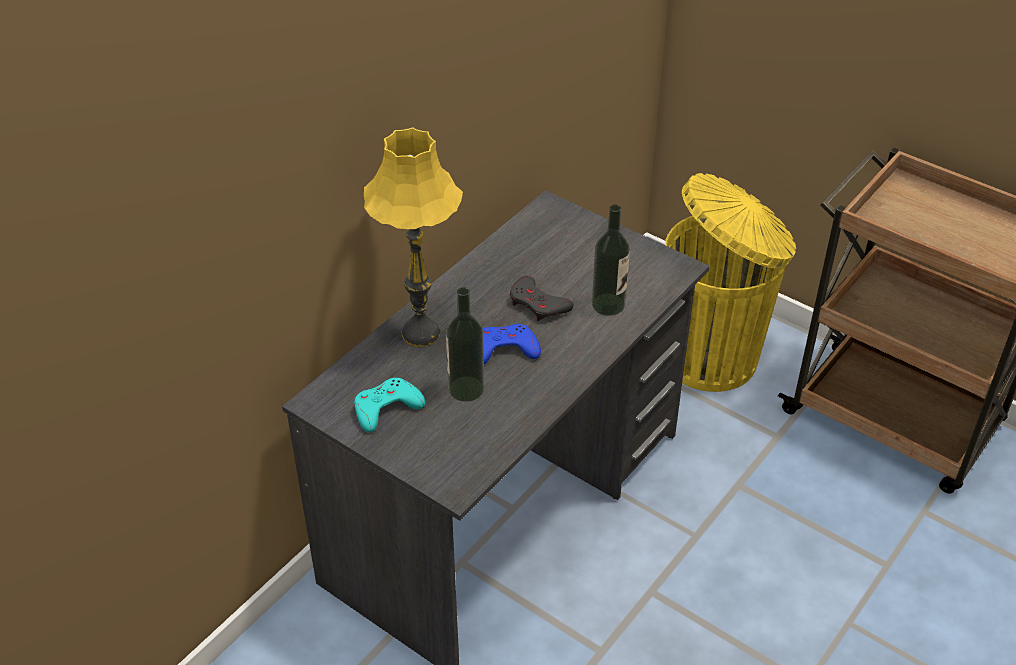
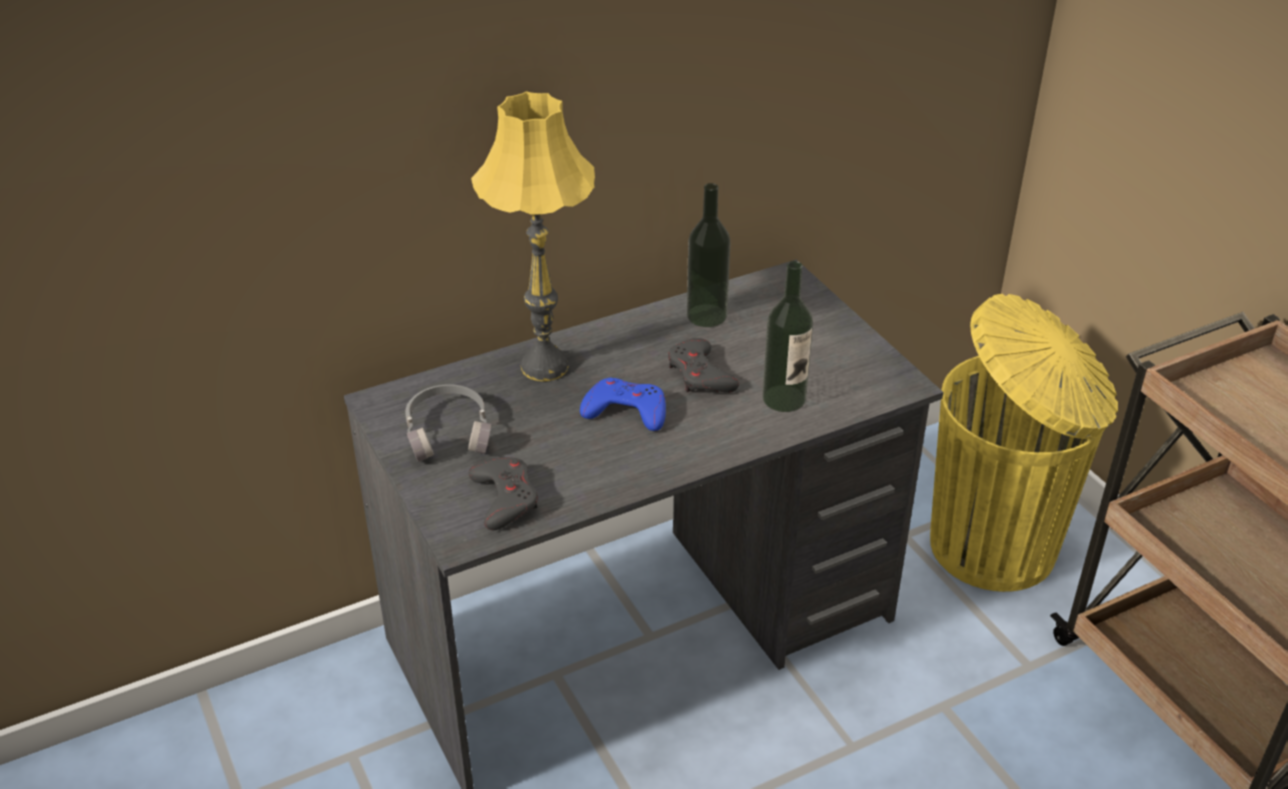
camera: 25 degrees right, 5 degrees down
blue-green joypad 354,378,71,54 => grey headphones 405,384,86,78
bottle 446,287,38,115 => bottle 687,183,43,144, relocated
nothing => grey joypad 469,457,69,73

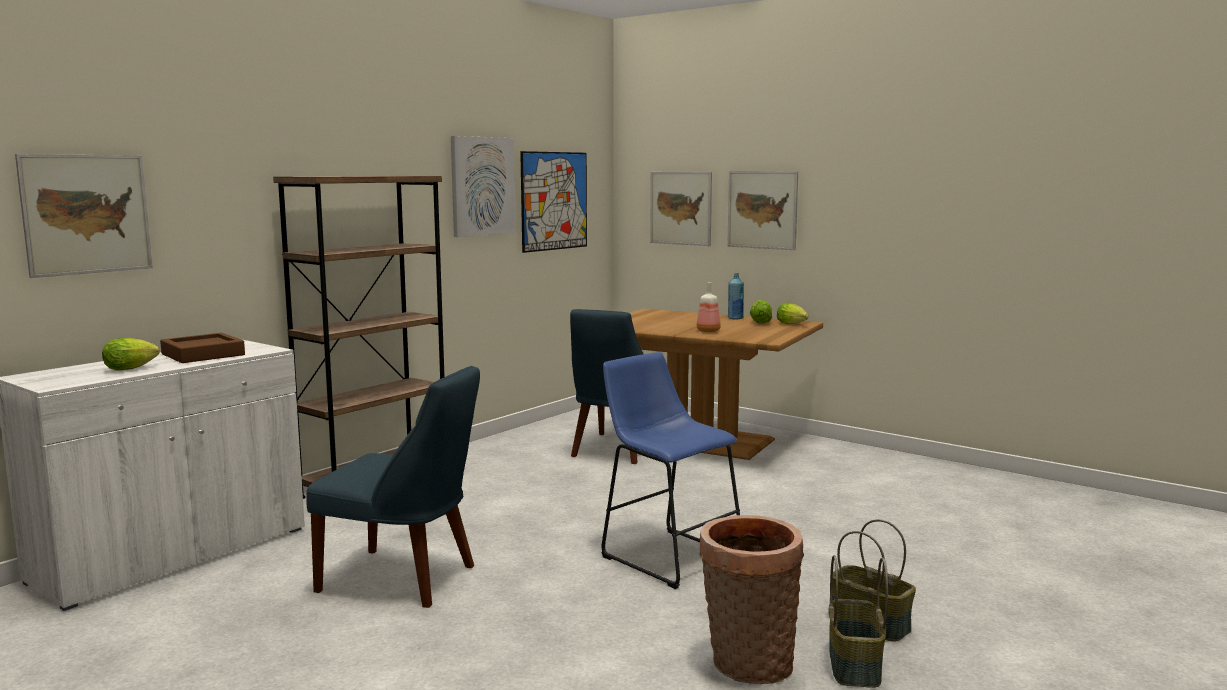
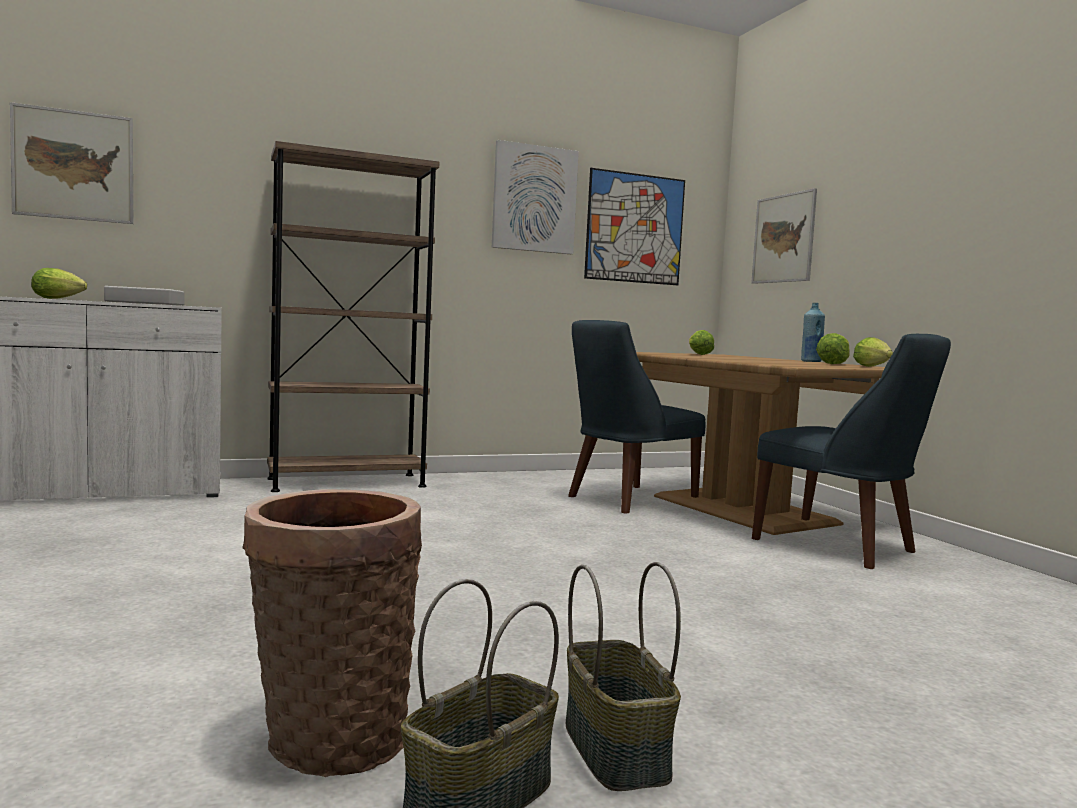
camera: 30 degrees right, 5 degrees down
brown-coloured carrying tray 160,333,85,30 => grey carrying tray 104,286,80,19
bluish chair 306,366,174,242 => bluish chair 752,334,199,235, relocated
bluish sitting stool 602,352,138,237 => nothing
bottle 697,282,24,50 => nothing
wall art 727,171,71,79 => nothing
nothing => head of lettuce 689,330,25,25

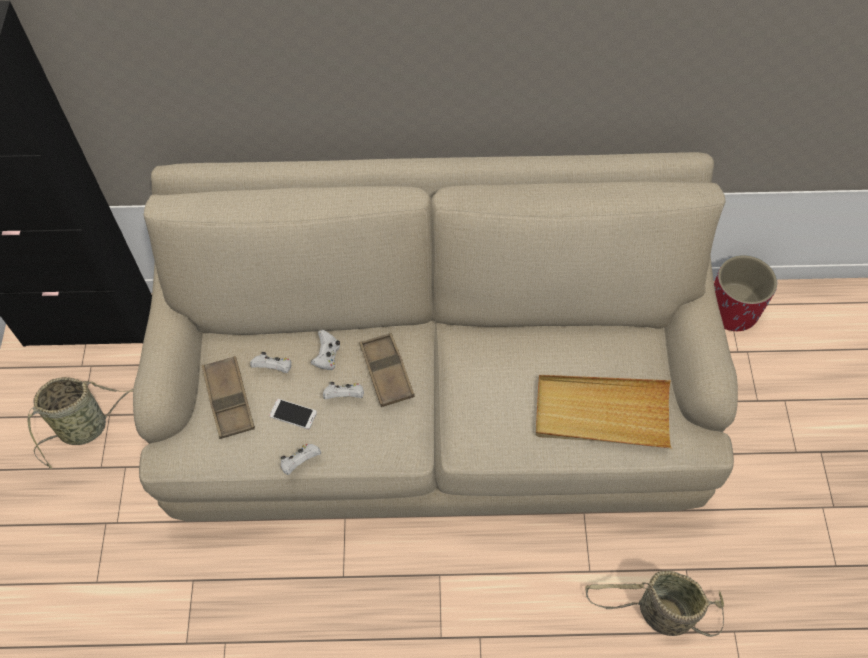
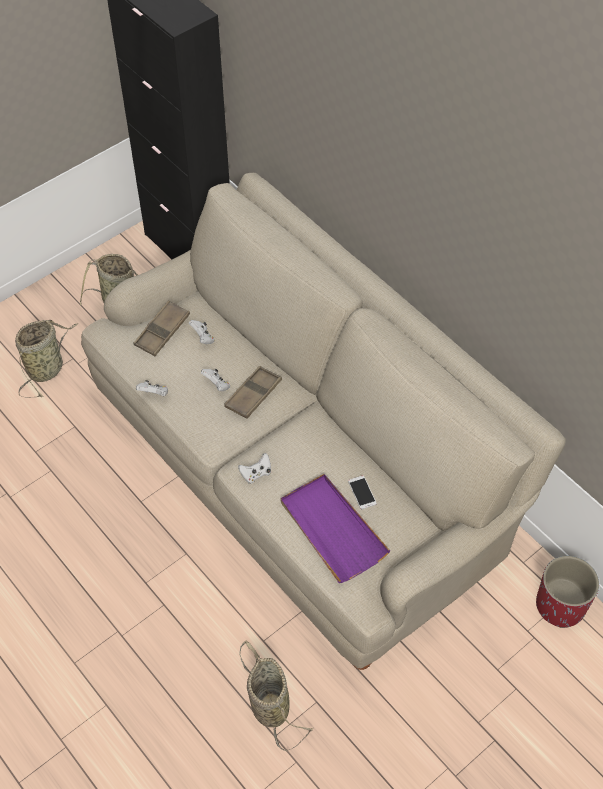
camera: 50 degrees right, 5 degrees down
handset 269,399,48,30 => handset 348,475,29,34, relocated
white-coloured joypad 311,330,29,40 => white-coloured joypad 238,453,33,31, relocated
sand-coloured carrying tray 536,375,136,74 => purplish carrying tray 281,474,109,109
nothing => basket 15,320,63,78

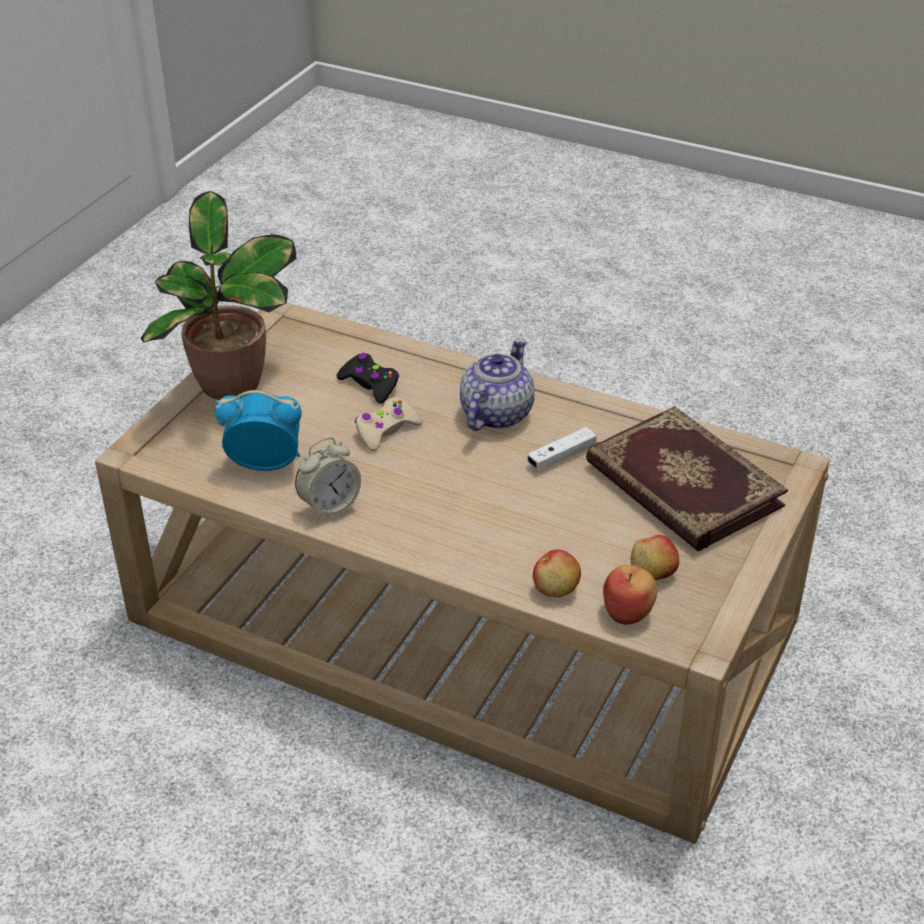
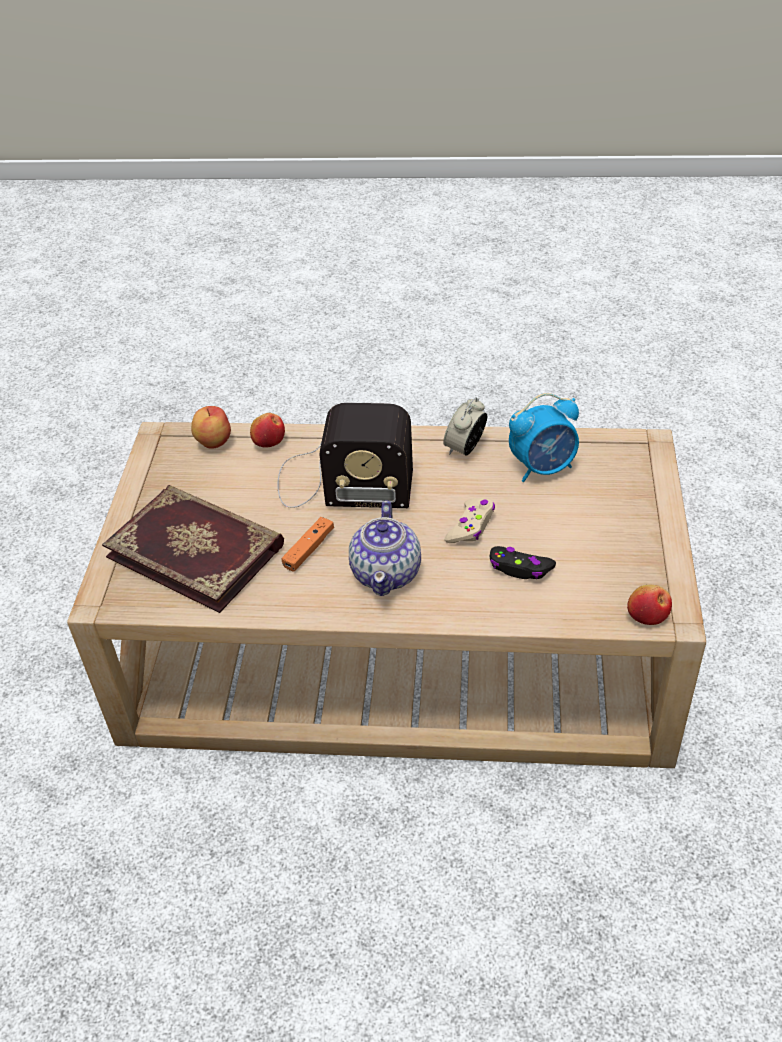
camera: 160 degrees right, 5 degrees up
potted plant 141,191,155,209 => nothing
white-coloured joypad 527,427,70,42 => orange-coloured joypad 281,517,53,55
whole apple 631,535,48,45 => whole apple 627,585,45,40, relocated
nothing => radio 278,403,135,105

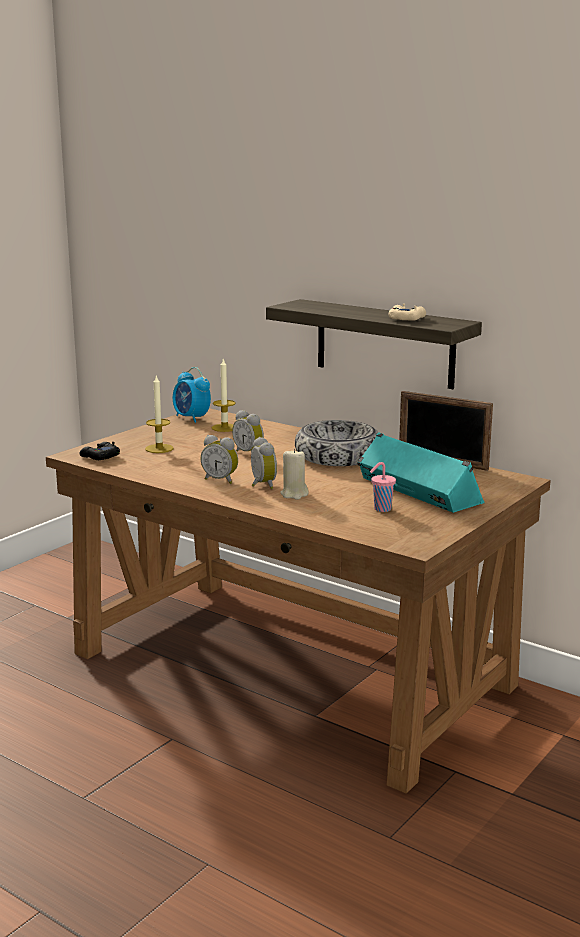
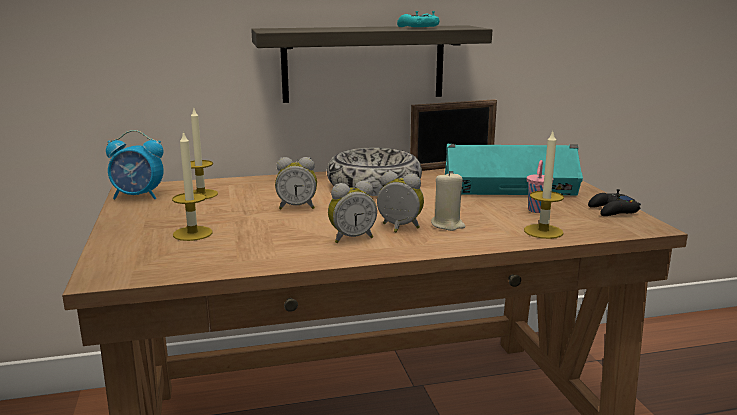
camera: 50 degrees left, 0 degrees up
blackish joypad 80,442,40,18 => blackish joypad 588,189,53,27, relocated
sand-coloured joypad 389,304,37,17 => blue-green joypad 397,11,42,16
nothing => wax light 524,132,40,107

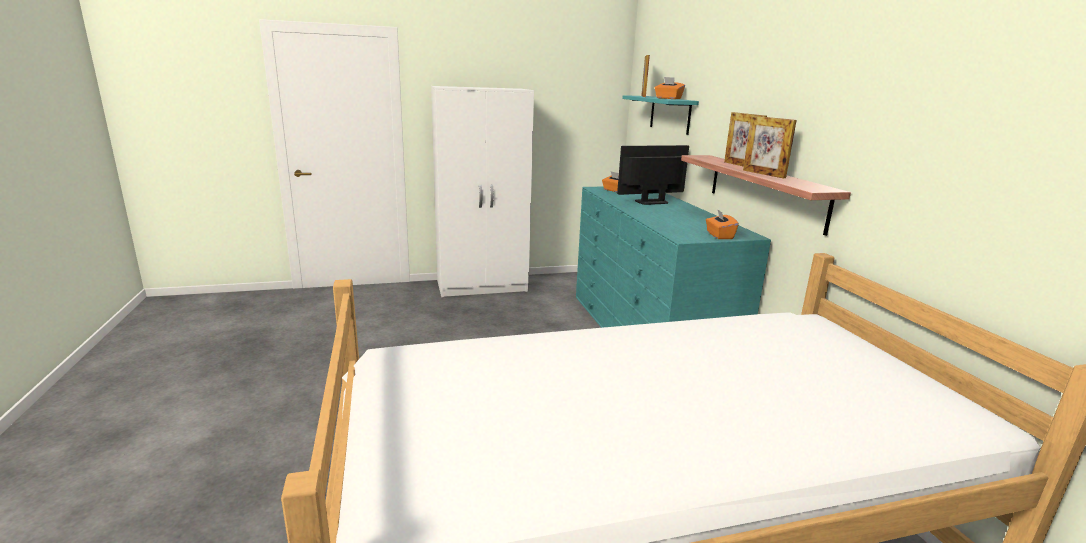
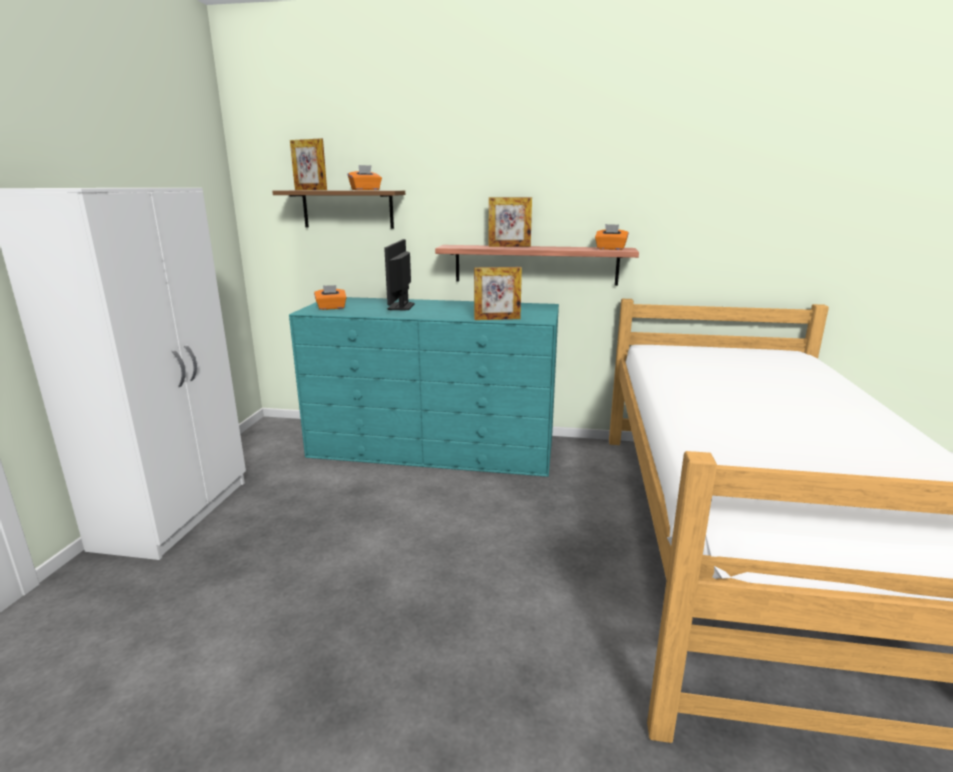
camera: 65 degrees left, 0 degrees up
blue-green shelf 622,95,77,40 => brown-coloured shelf 272,190,133,39
orange-coloured tissue holder 706,210,33,29 => orange-coloured tissue holder 595,224,34,26, relocated
picture frame 743,116,54,62 => picture frame 474,267,48,53, relocated

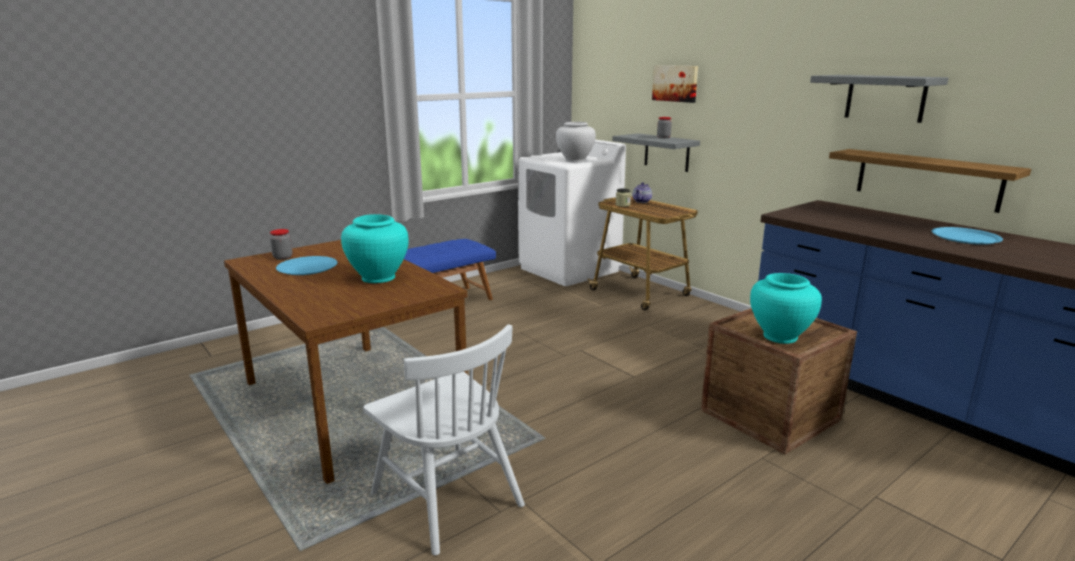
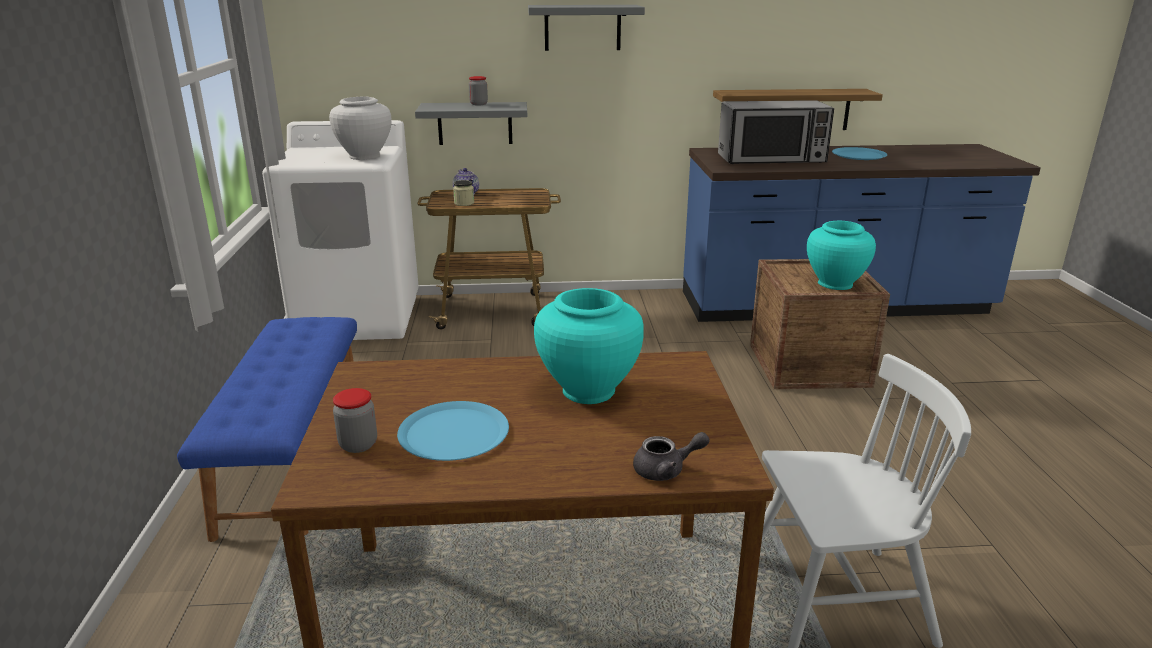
camera: 55 degrees left, 5 degrees up
wall art 652,65,46,38 => nothing
grey shelf 810,75,138,48 => grey shelf 528,5,117,46, relocated
nothing => grey teapot 633,432,76,49
nothing => microwave oven 718,100,116,64

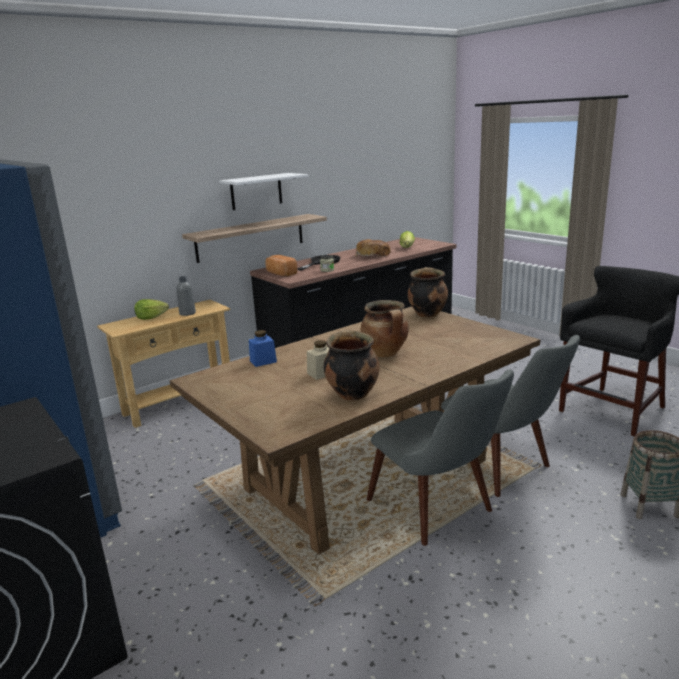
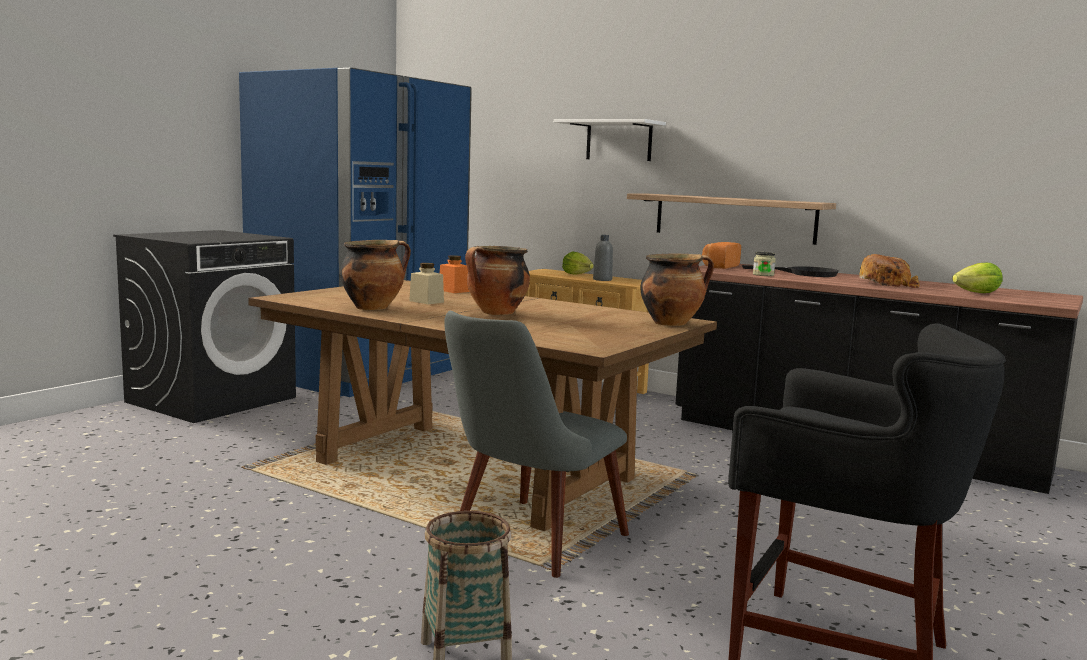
camera: 70 degrees right, 10 degrees down
white-coloured shelf 219,173,89,37 => white-coloured shelf 553,119,113,42, relocated
bluish preserve jar 249,330,28,37 => orange-coloured preserve jar 440,255,30,38
grey chair 366,369,148,177 => nothing

